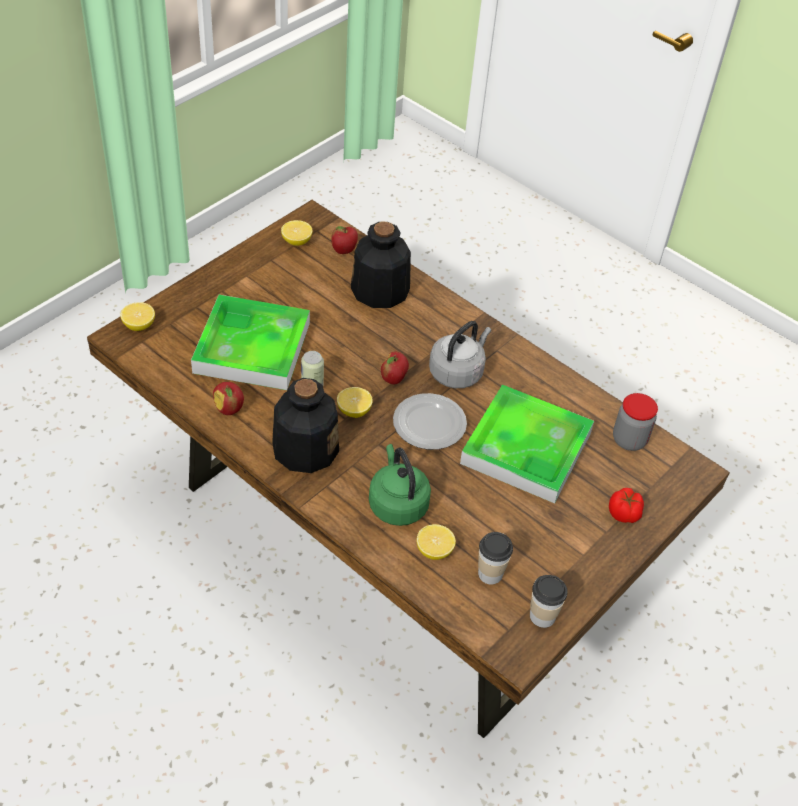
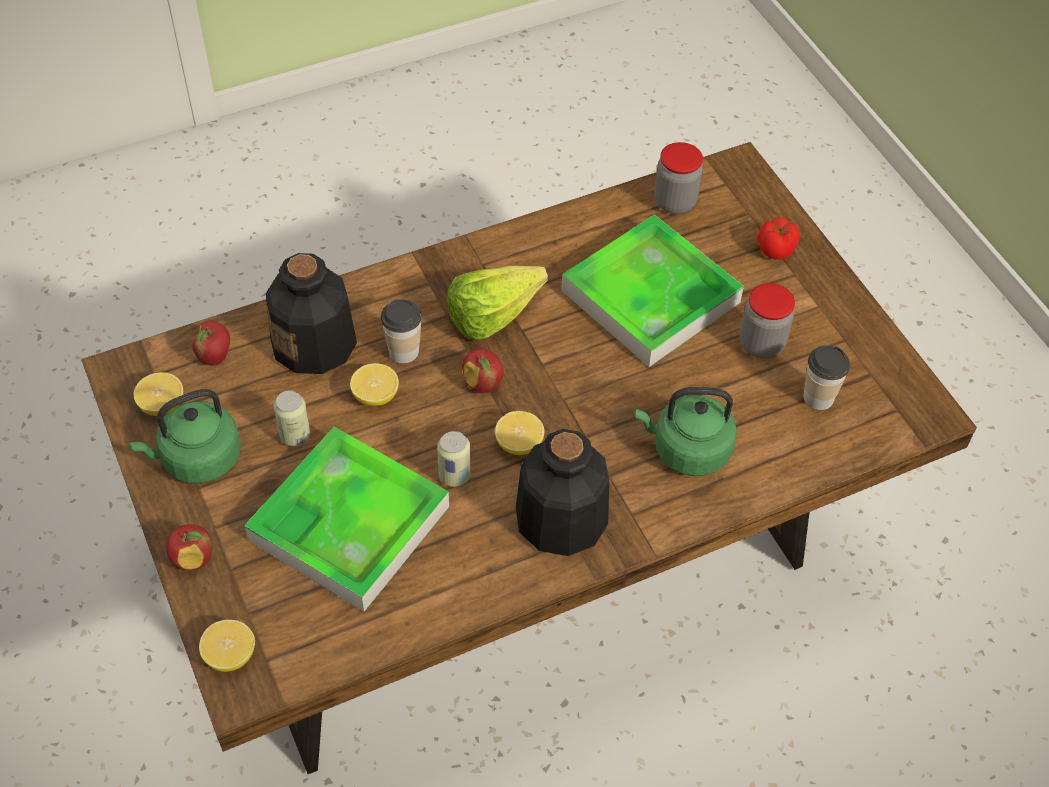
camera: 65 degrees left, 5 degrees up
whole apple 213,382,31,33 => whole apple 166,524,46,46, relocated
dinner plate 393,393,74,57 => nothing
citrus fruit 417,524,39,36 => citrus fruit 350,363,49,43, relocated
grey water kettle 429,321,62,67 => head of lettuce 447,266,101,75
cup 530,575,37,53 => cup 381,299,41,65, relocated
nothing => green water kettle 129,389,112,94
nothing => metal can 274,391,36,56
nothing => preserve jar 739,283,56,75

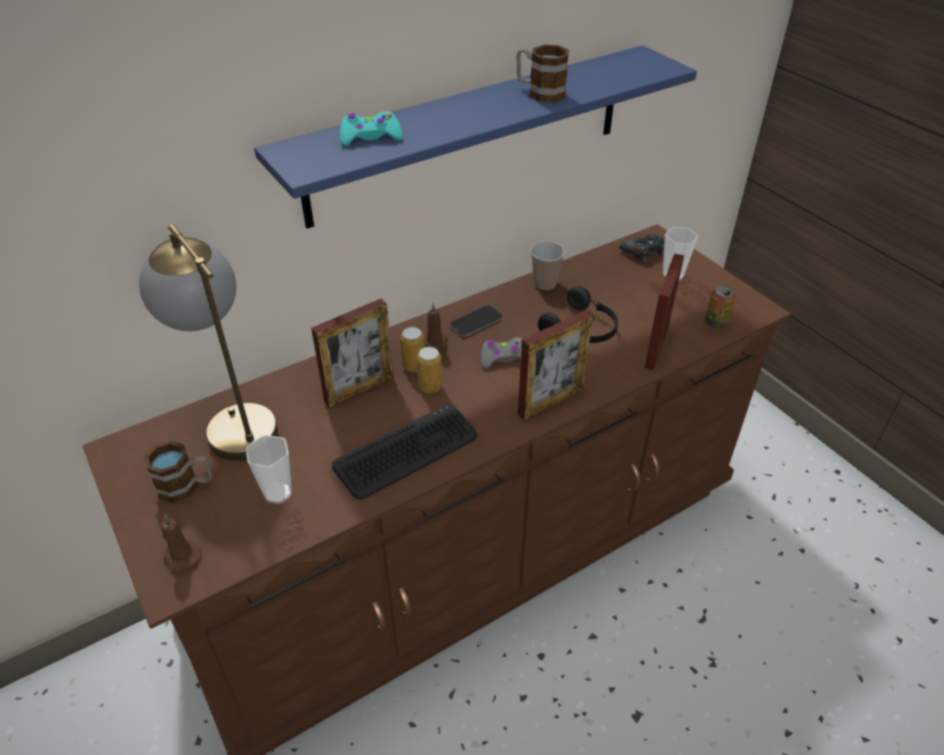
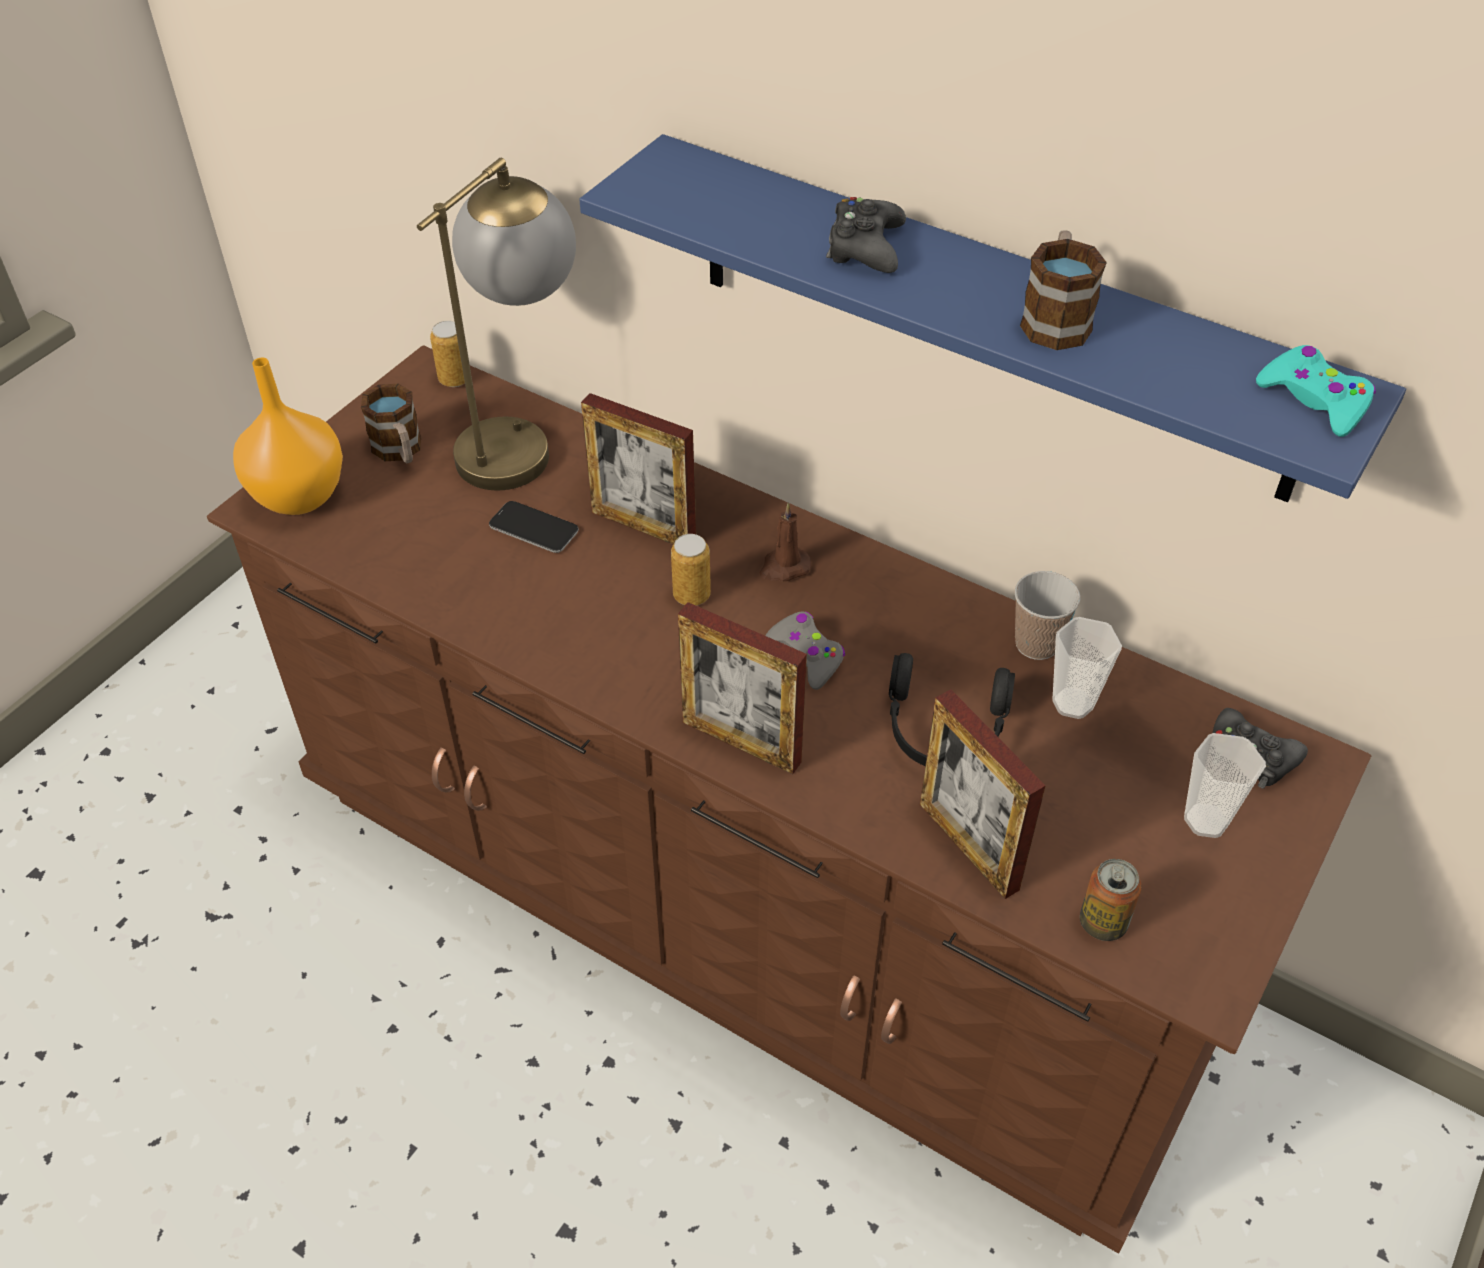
camera: 65 degrees right, 5 degrees up
brown-coloured wax light 161,515,41,57 => orange-coloured vase 233,358,110,157
cup 246,435,46,69 => cup 1052,617,70,102, relocated
computer keyboard 332,403,145,96 => nothing
blue-green joypad 340,111,63,35 => blue-green joypad 1256,345,120,92, relocated
metal can 400,327,25,45 => metal can 430,321,35,66, relocated
handset 450,305,52,32 => handset 489,501,90,52, relocated
picture frame 645,253,39,117 => picture frame 920,689,125,210, 120 degrees counterclockwise
nothing => blackish joypad 826,197,80,76

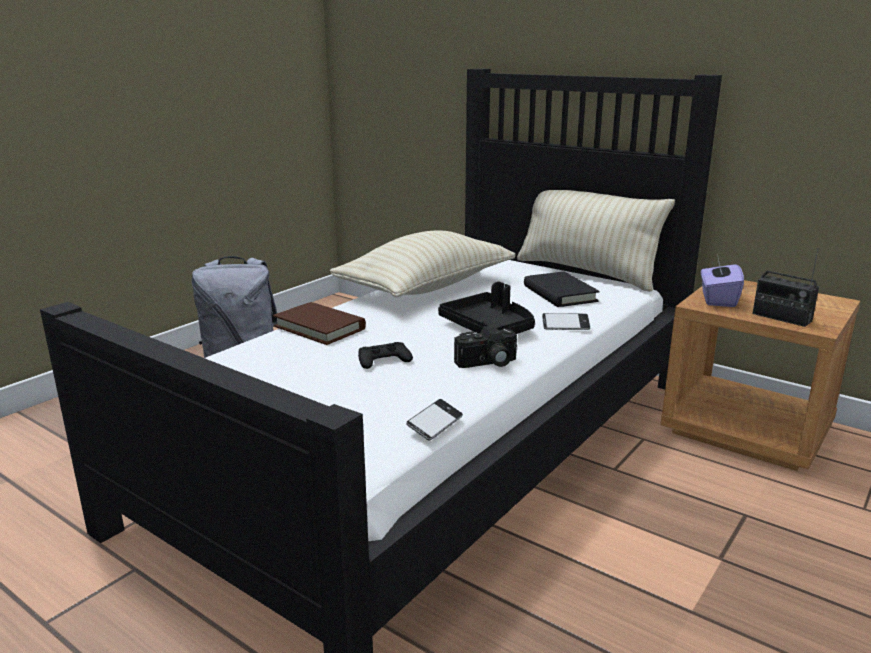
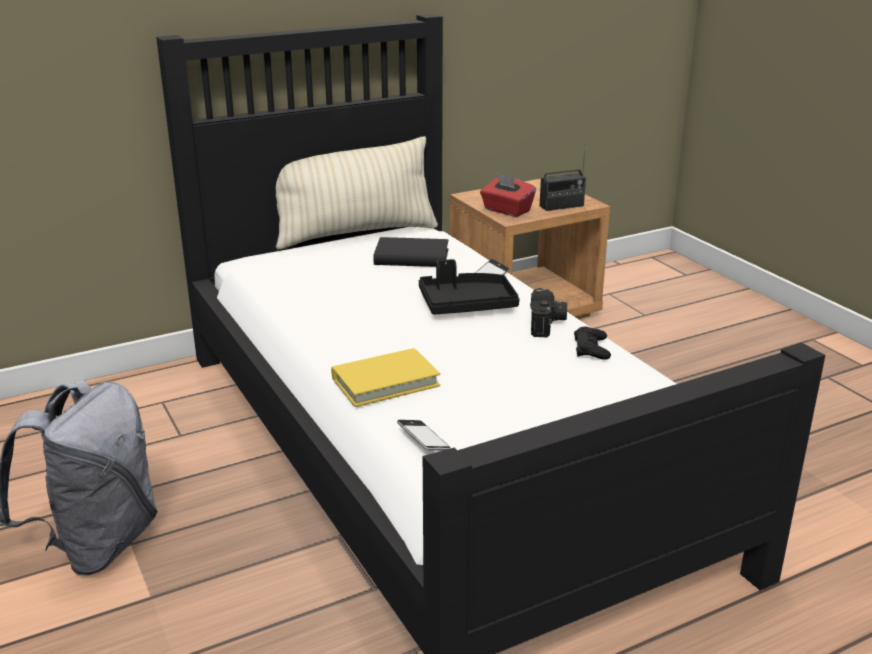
camera: 65 degrees left, 5 degrees up
brown-coloured volume 273,302,93,43 => yellow volume 331,348,109,59
sand-coloured throw pillow 330,230,185,67 => nothing
blackish joypad 358,342,55,27 => blackish joypad 574,326,37,34, relocated
handset 406,399,57,41 => handset 397,420,54,30, relocated
purplish tissue holder 701,258,43,49 => red tissue holder 480,173,56,44

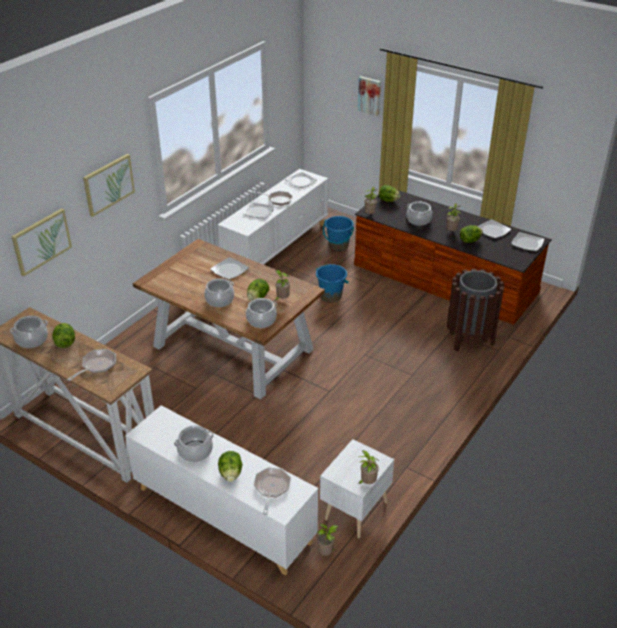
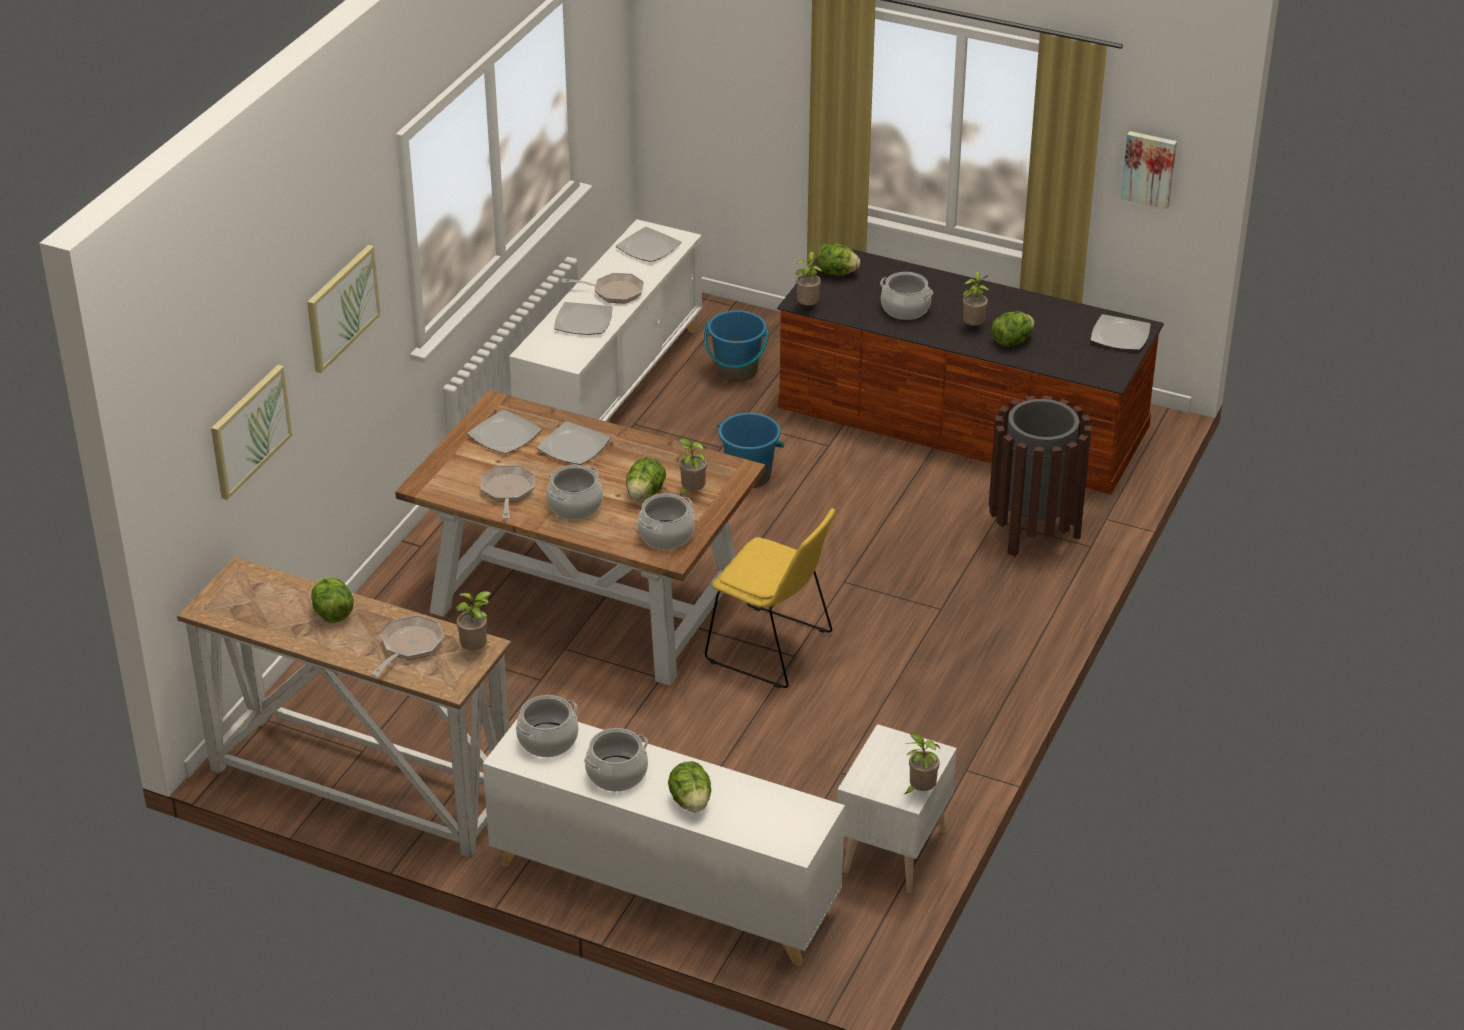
camera: 10 degrees left, 0 degrees up
cooking pot 10,316,38,32 => cooking pot 515,695,63,62, relocated
frying pan 254,467,37,48 => frying pan 481,465,54,54, relocated
potted plant 317,524,21,32 => potted plant 456,591,36,59, relocated
wall art 358,76,23,40 => wall art 1120,131,57,78, relocated
dinner plate 477,219,34,19 => dinner plate 467,410,75,44, relocated
nothing => yellow chair 705,508,130,180

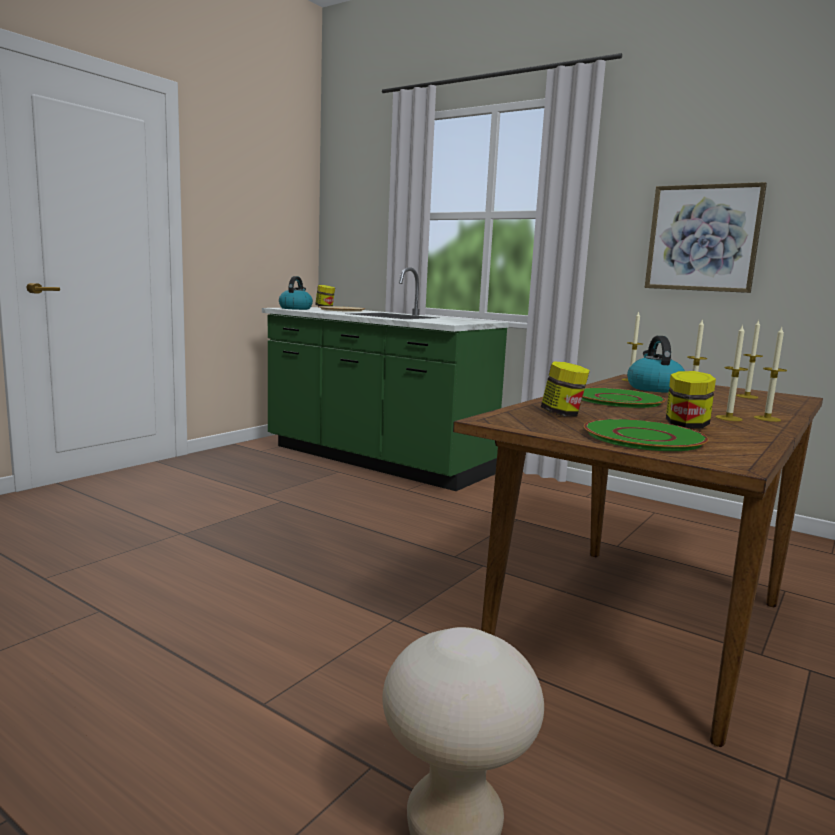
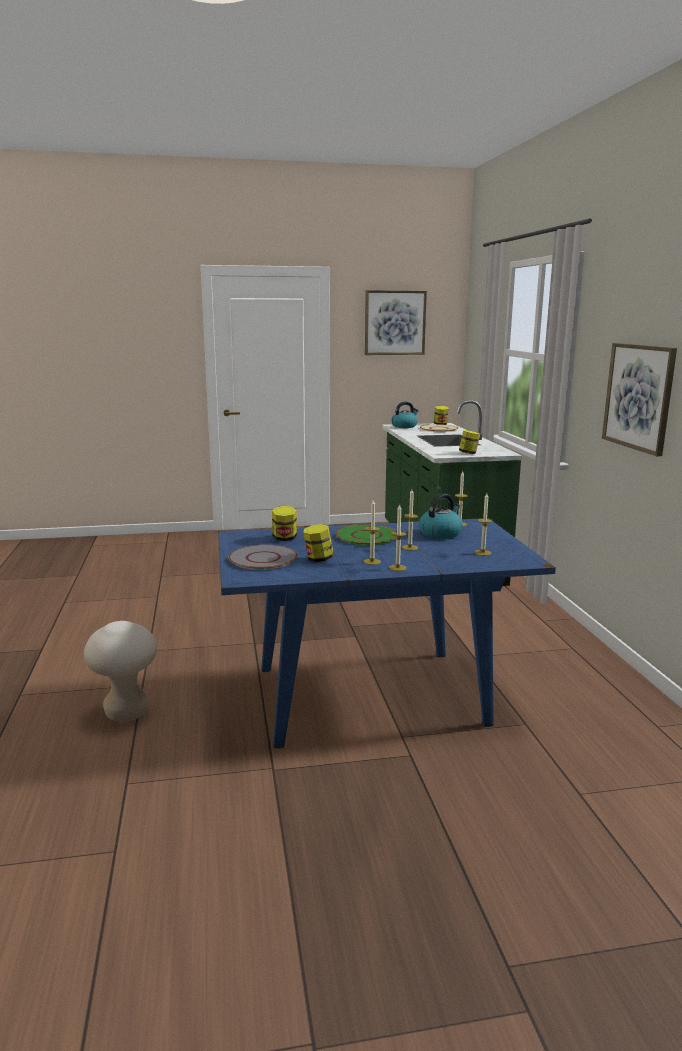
camera: 45 degrees right, 5 degrees up
brown-coloured dinner table 453,374,370,373 => bluish dinner table 218,518,338,230
green dinner plate 584,419,125,32 => grey dinner plate 228,545,70,25
nothing => wall art 365,290,62,65
nothing => preserve jar 459,430,21,24

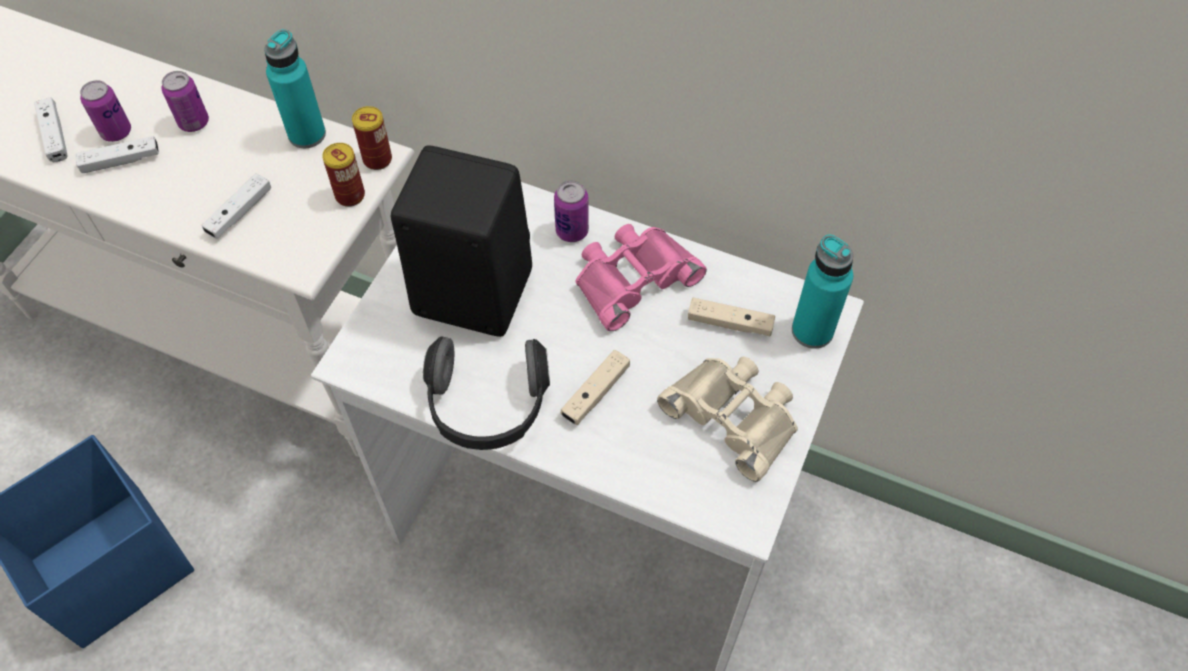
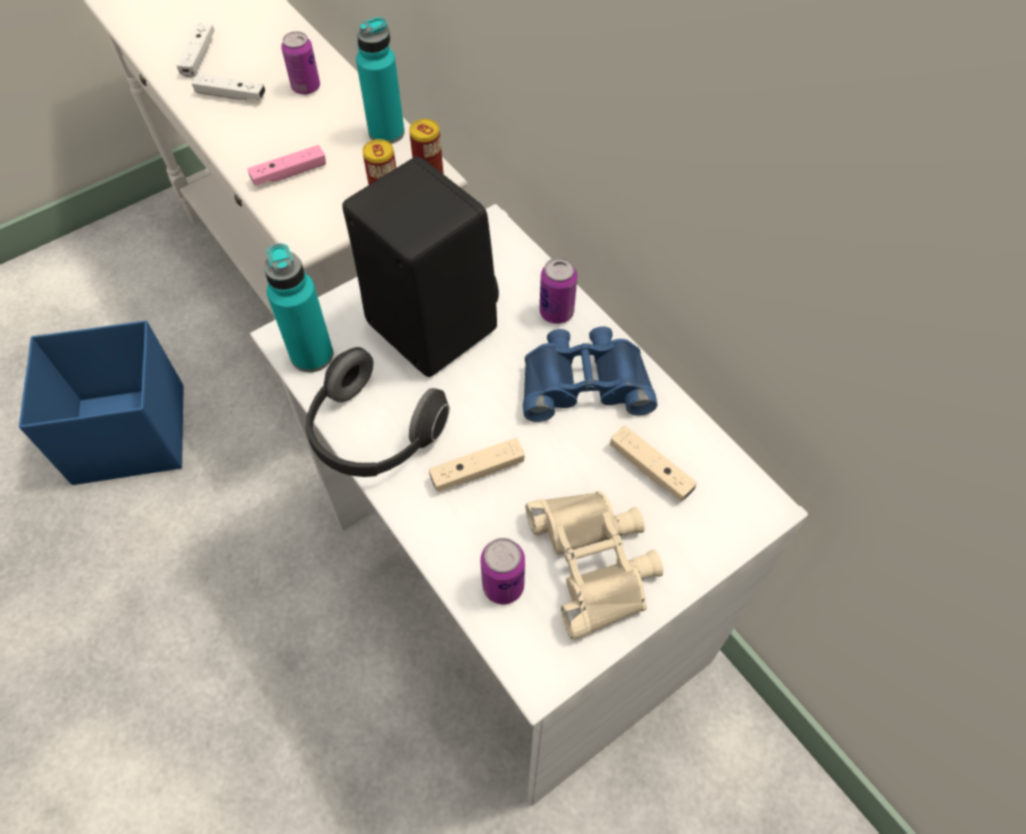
camera: 30 degrees right, 0 degrees up
metal can 80,80,51,62 => metal can 480,538,45,66, relocated
white-coloured joypad 202,173,69,66 => pink joypad 248,145,78,41
pink binoculars 575,224,132,107 => bluish binoculars 523,326,134,96
blue-green bottle 792,235,61,114 => blue-green bottle 264,243,69,130, relocated

